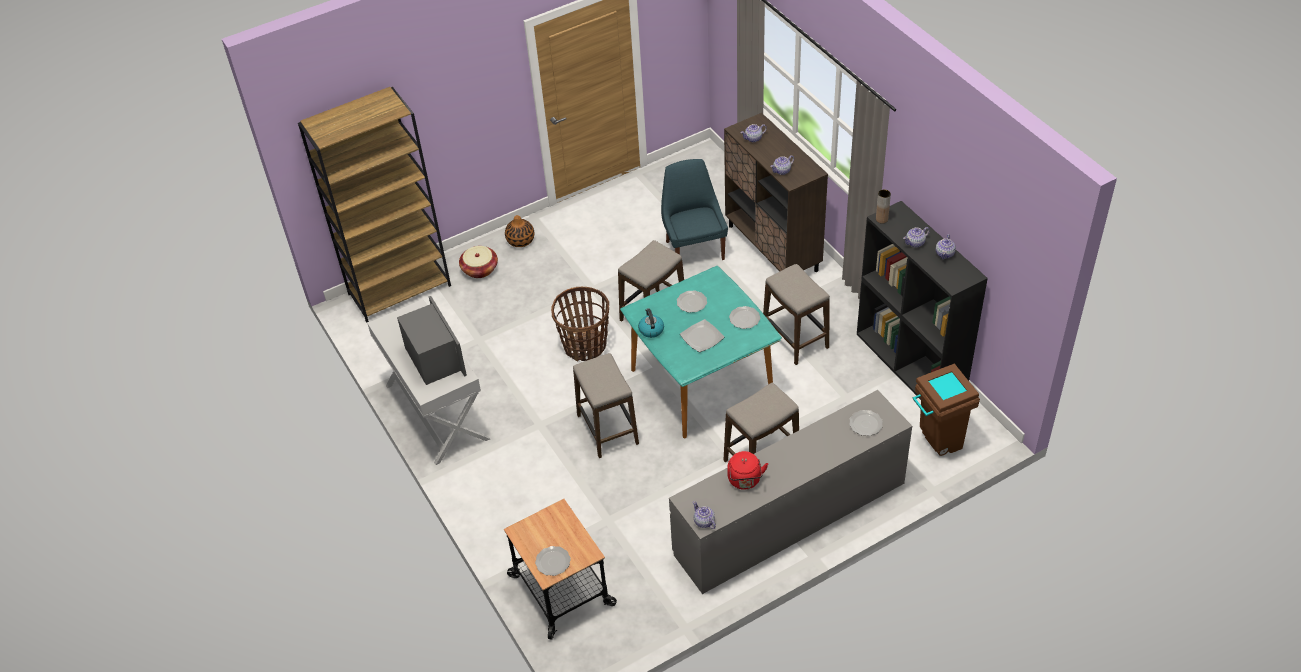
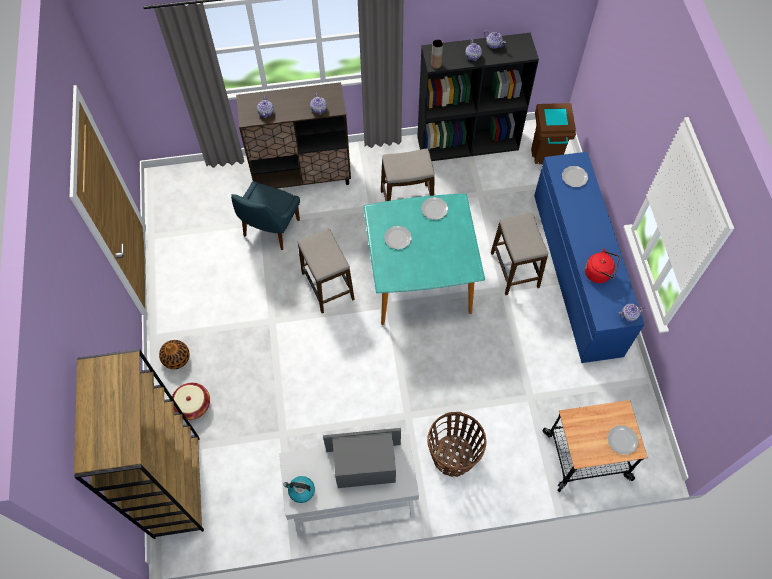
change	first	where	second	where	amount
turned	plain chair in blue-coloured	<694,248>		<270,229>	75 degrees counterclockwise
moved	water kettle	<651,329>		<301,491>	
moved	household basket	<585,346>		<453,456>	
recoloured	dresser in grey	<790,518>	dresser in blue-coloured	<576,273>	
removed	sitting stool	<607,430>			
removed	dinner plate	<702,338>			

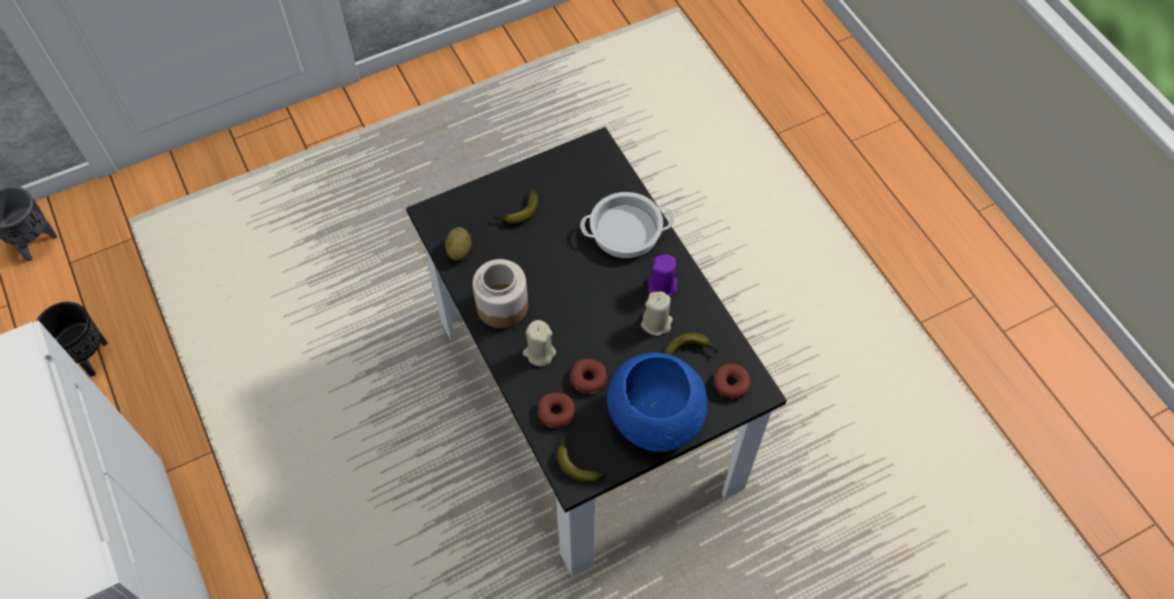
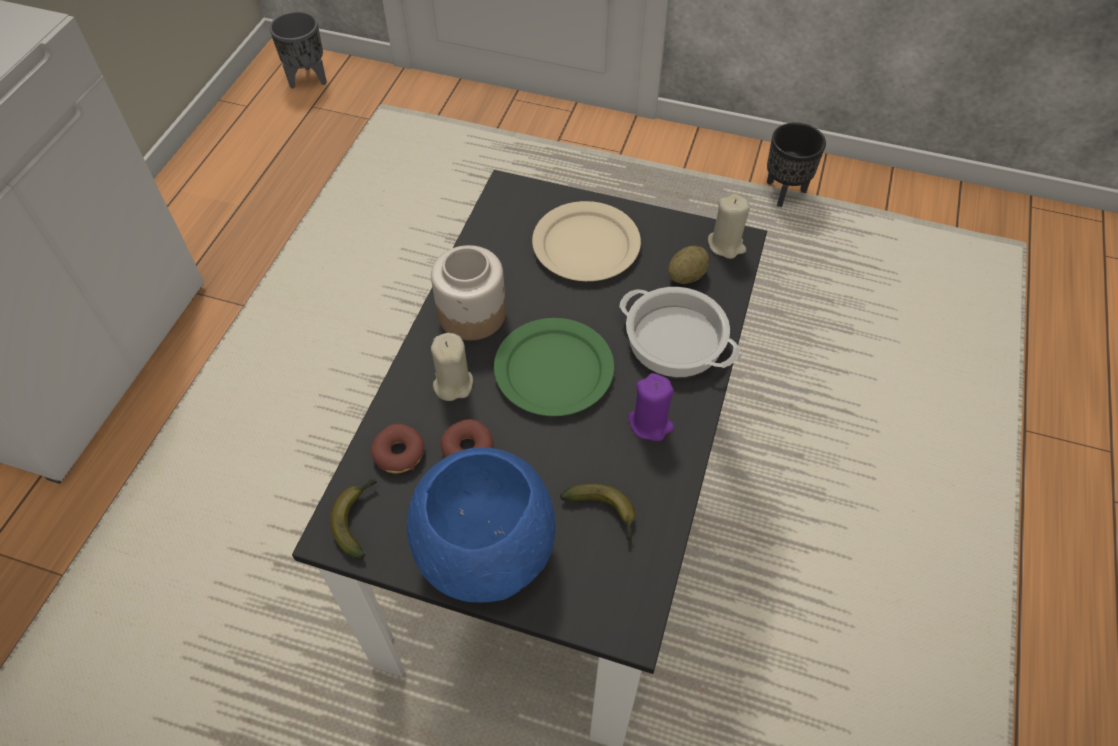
change	first	where	second	where	amount
added			dinner plate in green-coloured	<555,370>	
replaced	banana	<518,213>	dinner plate in beige	<587,245>	
moved	spud	<459,250>		<686,276>	
moved	wax light in beige	<656,323>		<726,245>	
moved	flower pot in black	<88,357>		<783,192>	
removed	donut	<731,384>			

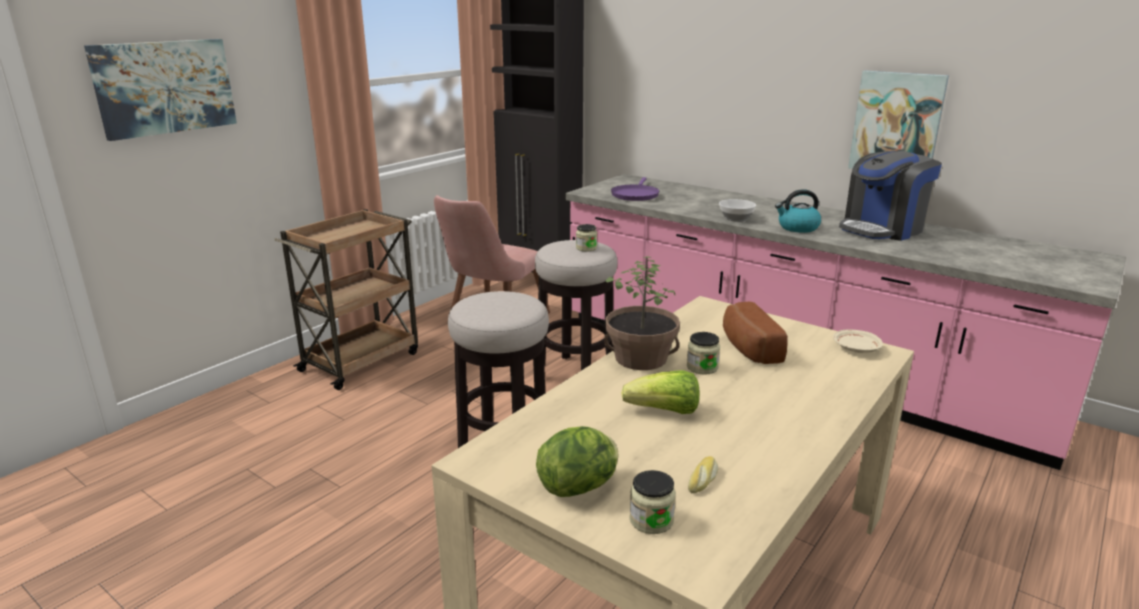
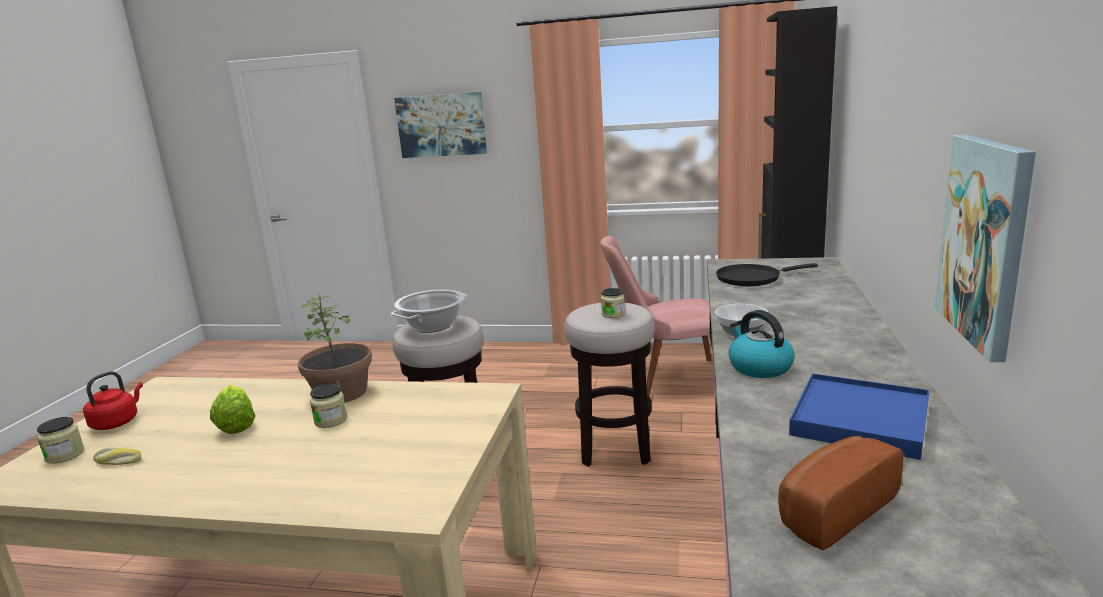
change	first	where	second	where	amount
replaced	head of lettuce	<579,487>	water kettle in reddish	<117,422>	
added			saucepot	<433,326>	
recoloured	frying pan in purple-coloured	<635,195>	frying pan in black	<752,278>	
moved	baked bread	<747,348>		<831,510>	
replaced	coffee machine	<882,229>	tray in blue-coloured	<860,420>	
removed	cart in brown	<361,361>			
removed	dinner plate in beige	<856,348>			

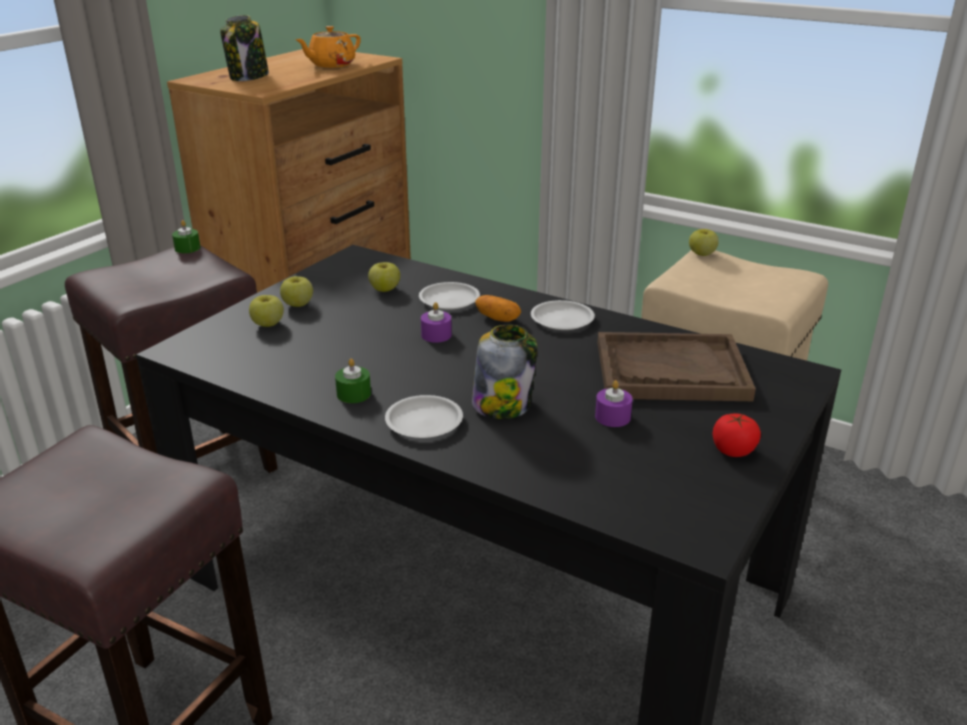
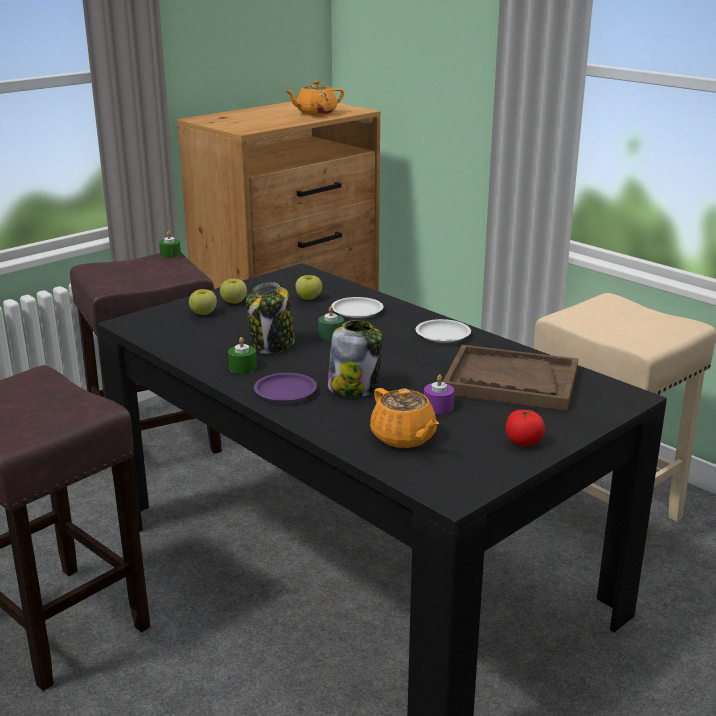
change	first	where	second	where	amount
moved	jar	<248,77>		<272,345>	
recoloured	dinner plate in white-coloured	<424,422>	dinner plate in purple-coloured	<286,392>	
recoloured	wax light in purple-coloured	<436,335>	wax light in green-coloured	<331,334>	
added			tea pot in orange-coloured	<404,438>	
removed	spud	<498,318>			
removed	apple fruit	<702,254>			

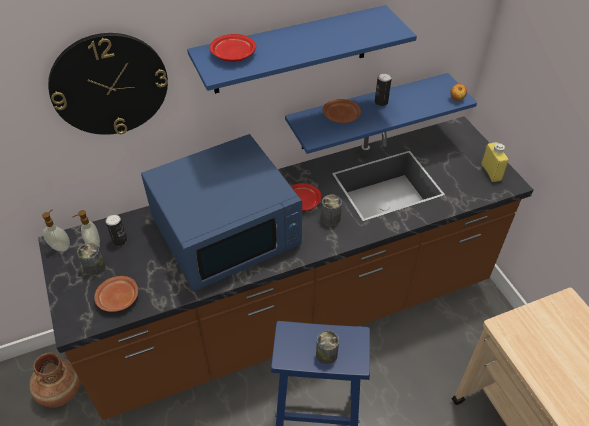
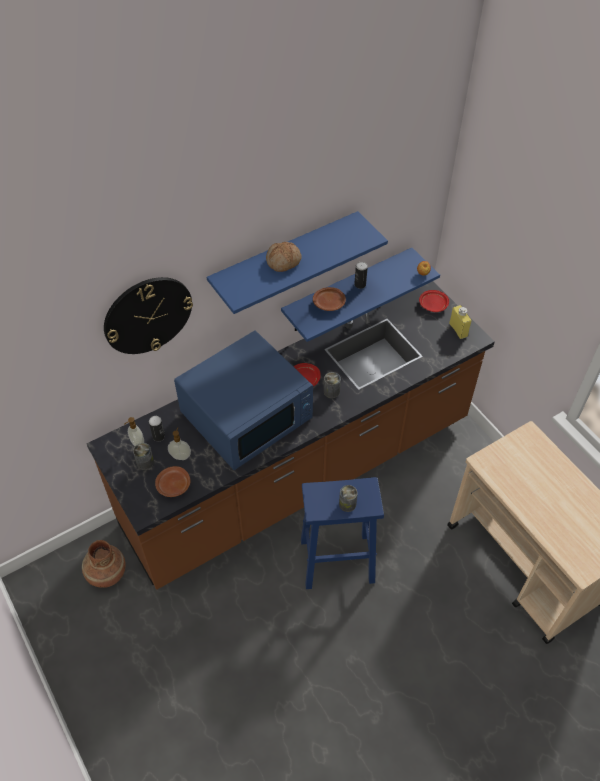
change	first	where	second	where	amount
moved	liquid soap bottle	<61,246>		<180,456>	
added			baked bread	<284,261>	
moved	dinner plate in reddish	<233,55>		<433,305>	

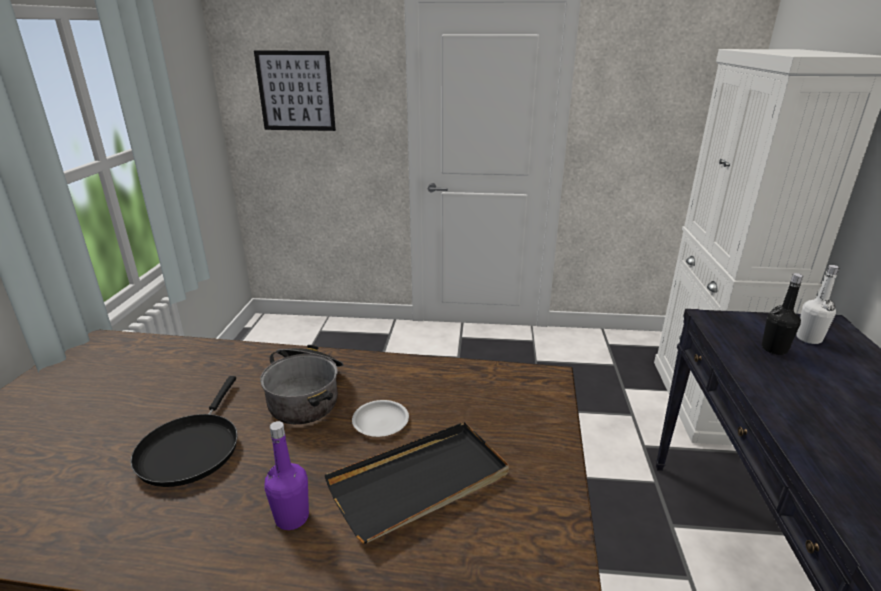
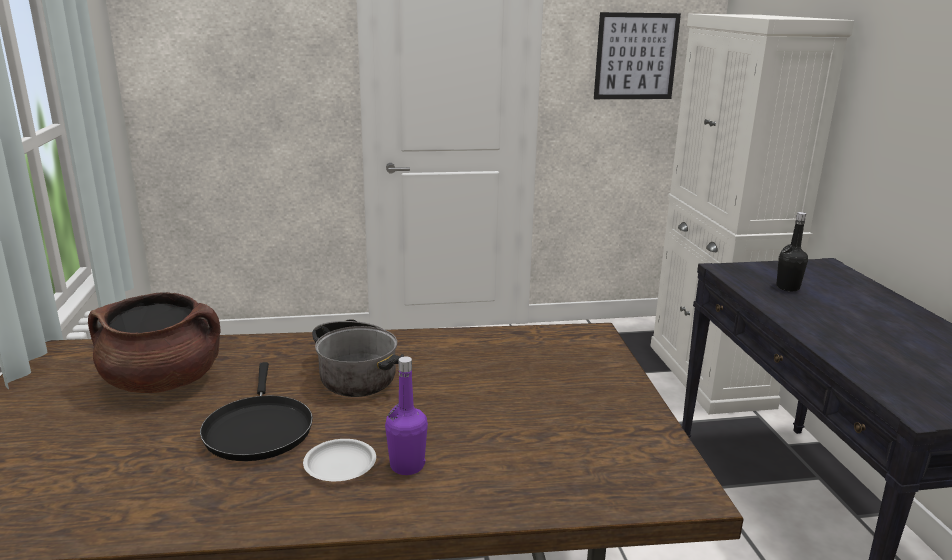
change	first	where	second	where	amount
added			saucepot in brown	<163,382>	
moved	dinner plate in white-coloured	<380,421>		<339,465>	
moved	wall picture	<296,91>		<636,56>	
removed	tray in black	<420,482>			
removed	drink bottle in white-coloured	<808,338>			

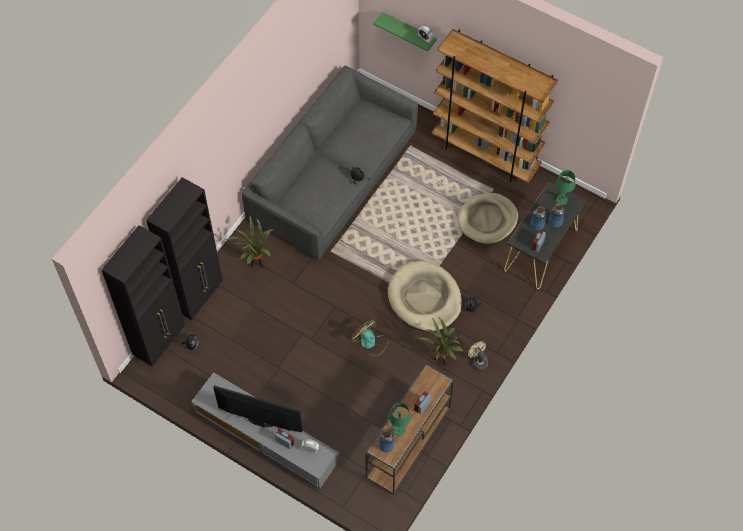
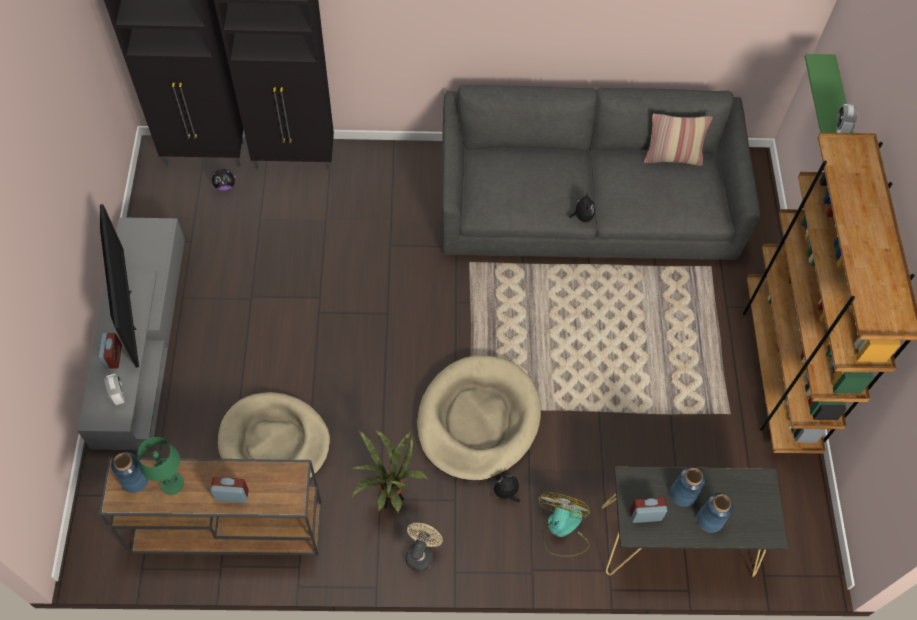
change	first	where	second	where	amount
moved	dog bed in beige	<487,220>		<274,442>	
moved	cooling fan	<371,343>		<562,530>	
added			pillow	<672,157>	
removed	plant in a pot	<256,263>			
removed	lamp for a table in green-coloured	<561,200>			

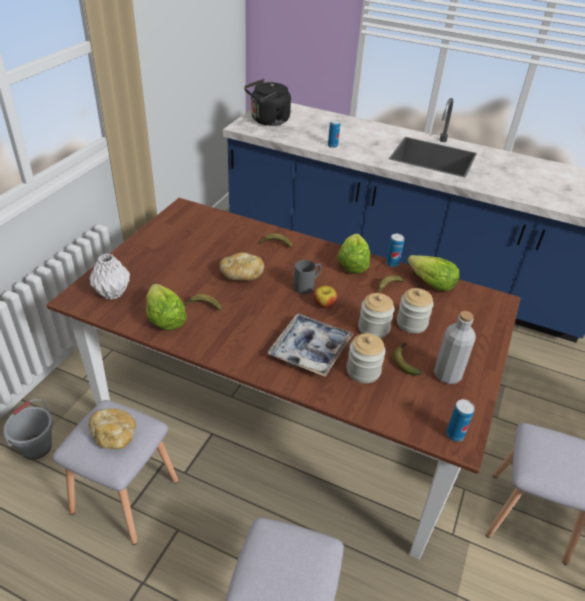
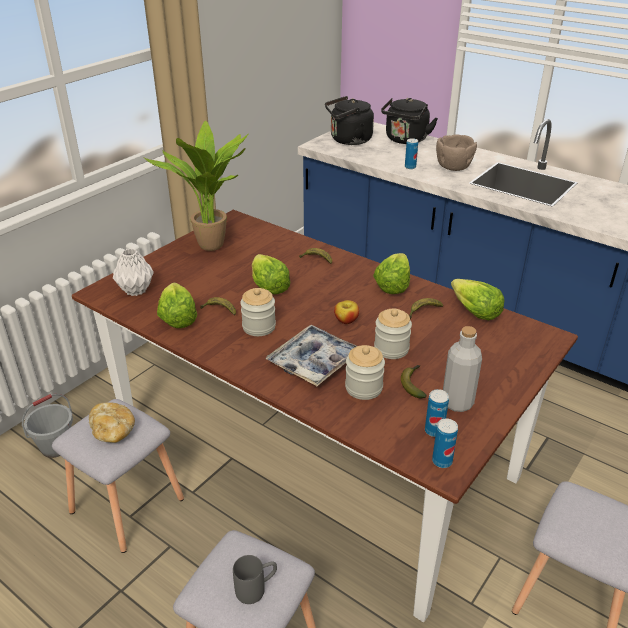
change	first	where	second	where	amount
added			plant in a pot	<215,247>	
moved	coffee mug in grey	<307,286>		<256,588>	
moved	jar	<411,323>		<259,327>	
replaced	baked bread	<241,275>	head of lettuce	<268,286>	
added			water kettle in black	<405,140>	
moved	metal can	<392,264>		<434,431>	
added			bowl in brown	<453,166>	

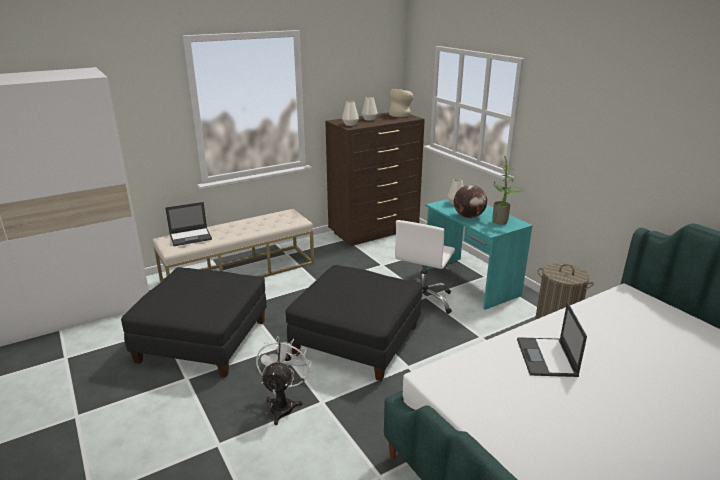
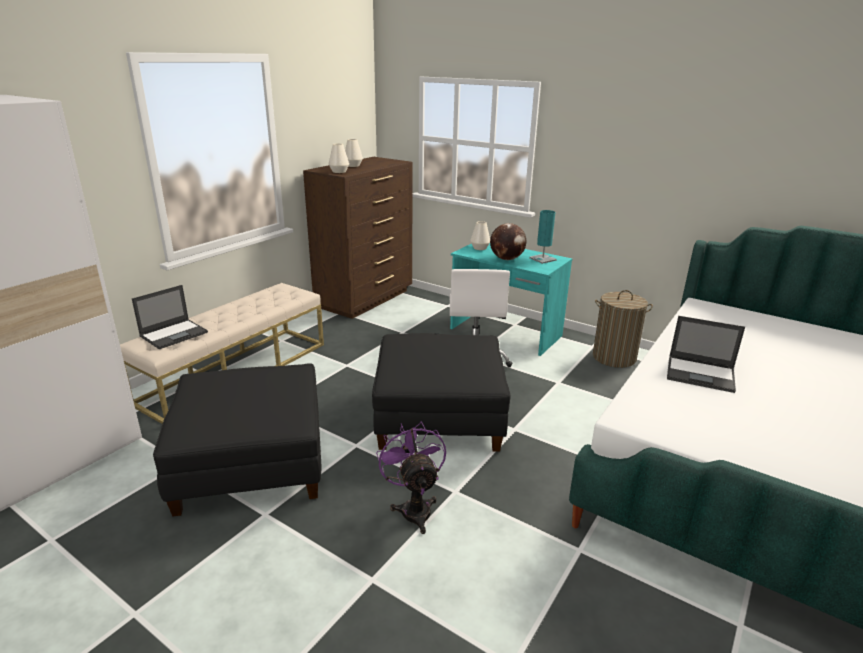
change	first	where	second	where	amount
recoloured	cooling fan in white-coloured	<283,404>	cooling fan in purple-coloured	<414,507>	
replaced	plant in a pot	<502,222>	lamp for a table in blue-green	<542,259>	
turned	laptop	<547,358>		<701,374>	45 degrees counterclockwise
removed	vase in beige	<400,114>			

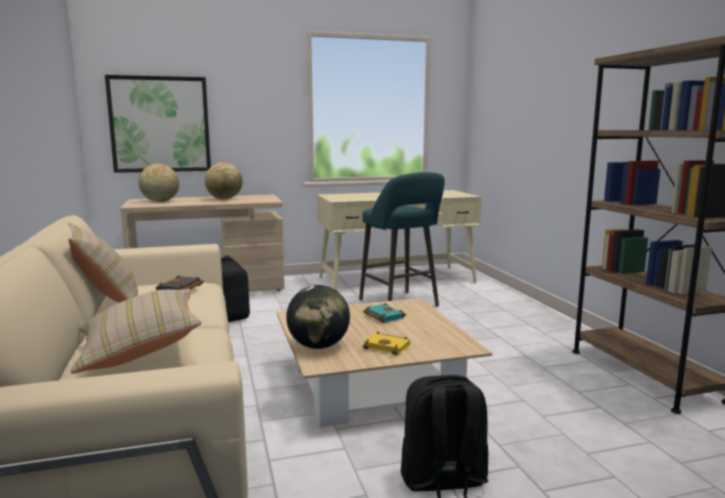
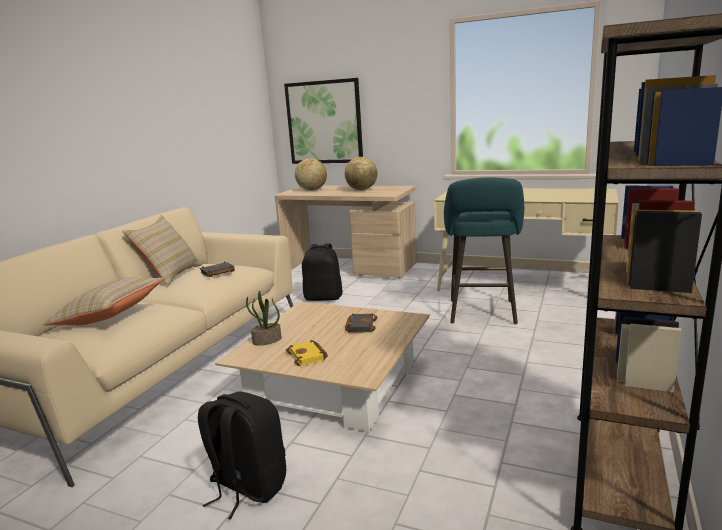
change	first	where	second	where	amount
replaced	globe	<318,346>	plant in a pot	<267,341>	
recoloured	volume in blue-green	<382,316>	volume in black	<360,326>	

